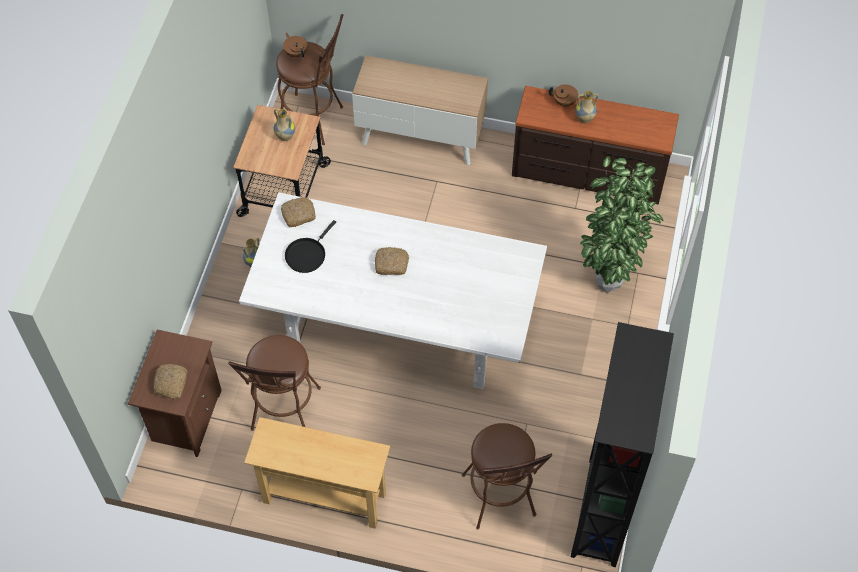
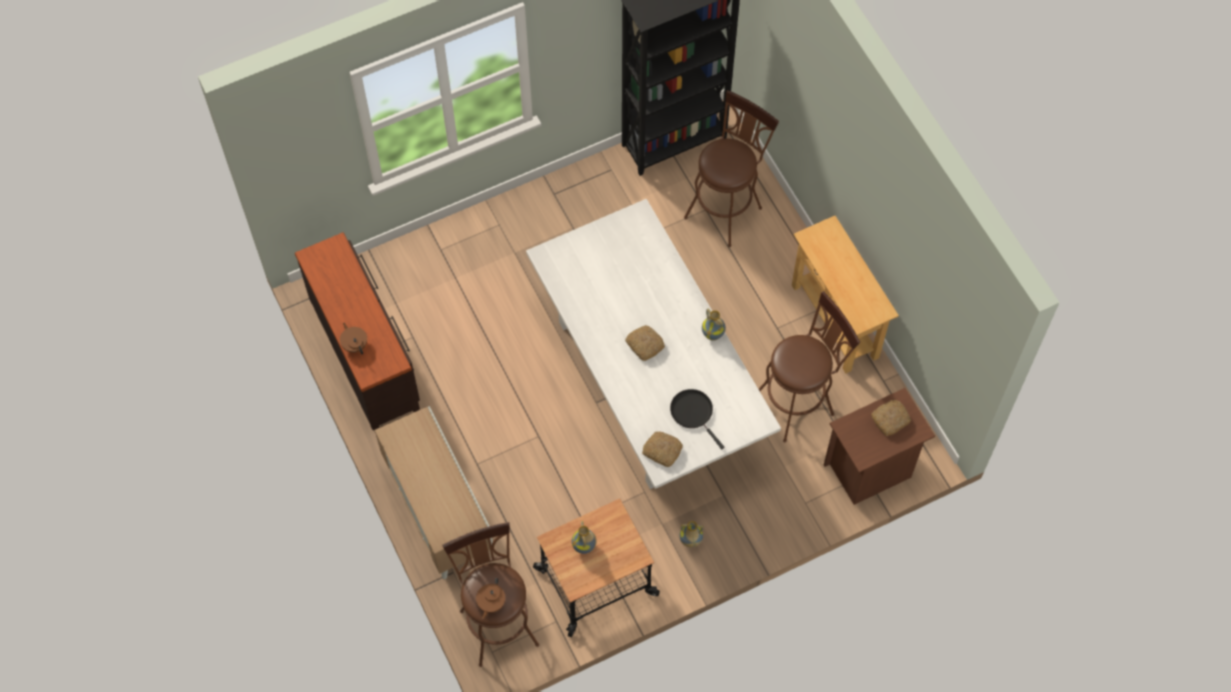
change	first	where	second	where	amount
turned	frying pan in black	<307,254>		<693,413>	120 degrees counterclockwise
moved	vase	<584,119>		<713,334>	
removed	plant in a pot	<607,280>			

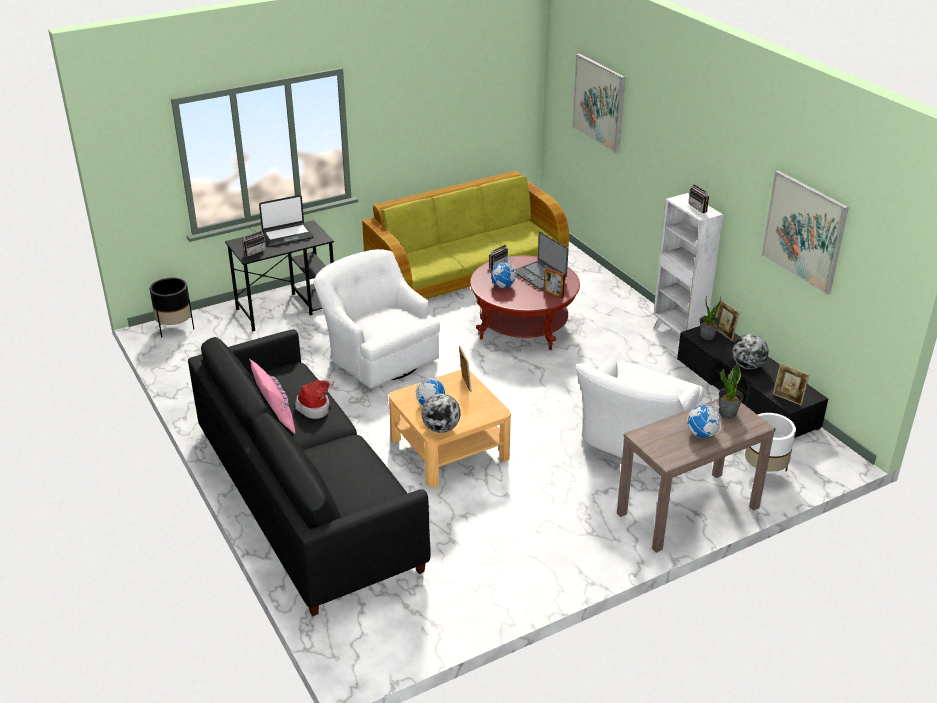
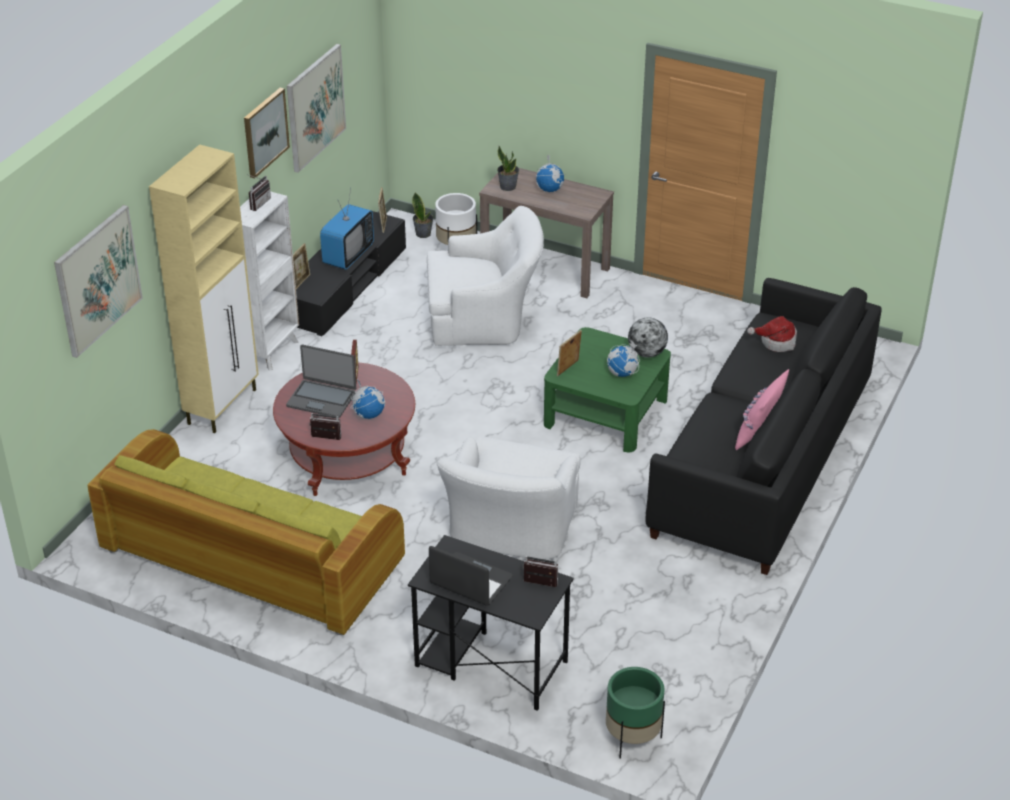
change	first	where	second	where	amount
added			storage cabinet in beige	<223,406>	
added			wall picture	<265,132>	
turned	laptop	<540,276>		<322,399>	90 degrees clockwise
replaced	globe	<747,366>	TV	<348,255>	
moved	plant in a pot	<707,336>		<423,234>	
recoloured	coffee table in beige	<448,448>	coffee table in green-coloured	<606,412>	
recoloured	flower pot in black	<175,328>	flower pot in green-coloured	<632,738>	
moved	hat	<315,406>		<776,342>	

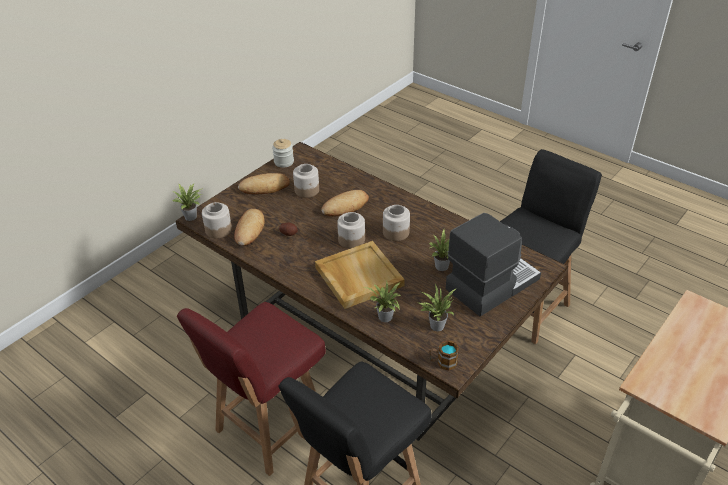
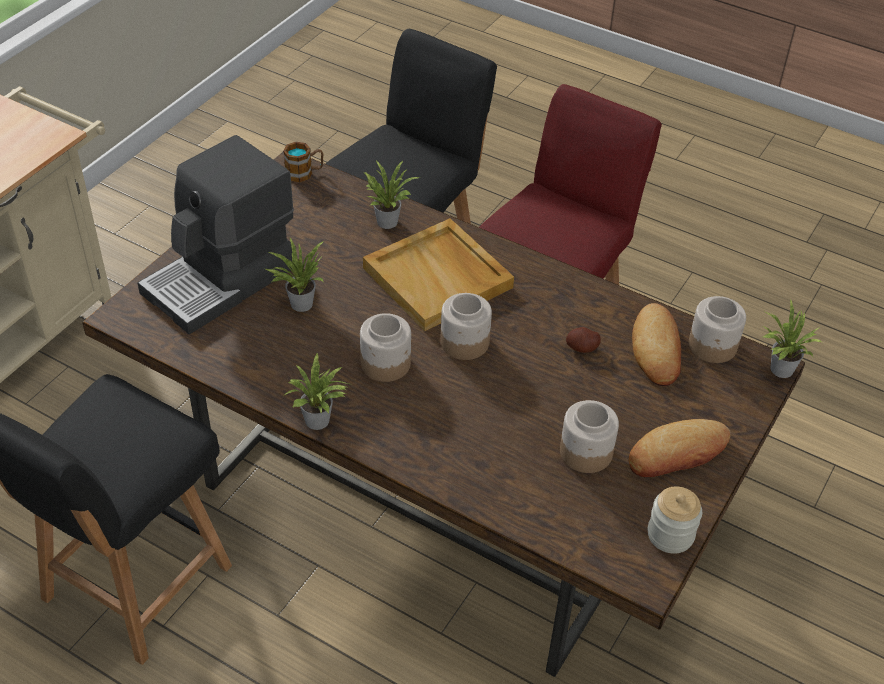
change	first	where	second	where	amount
moved	plant in a pot	<435,325>		<320,422>	
removed	baked bread	<345,206>			

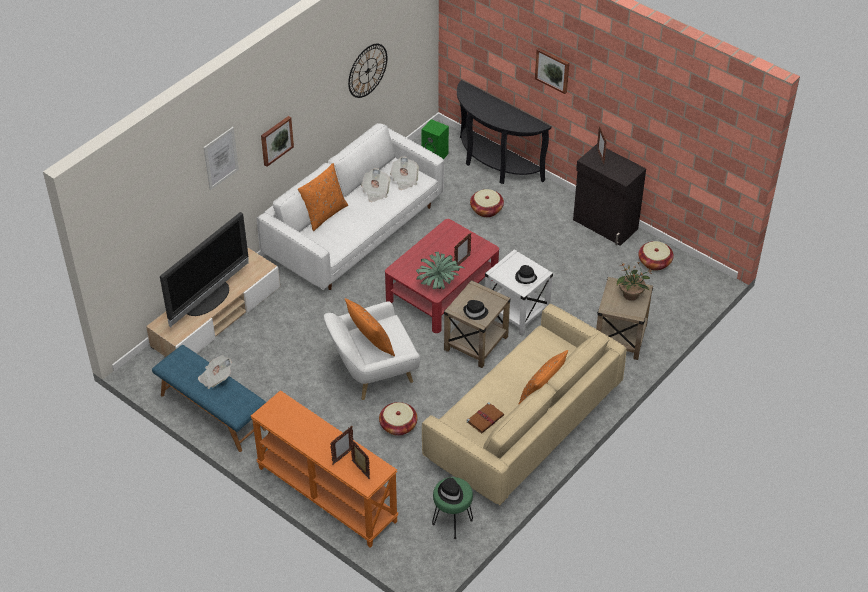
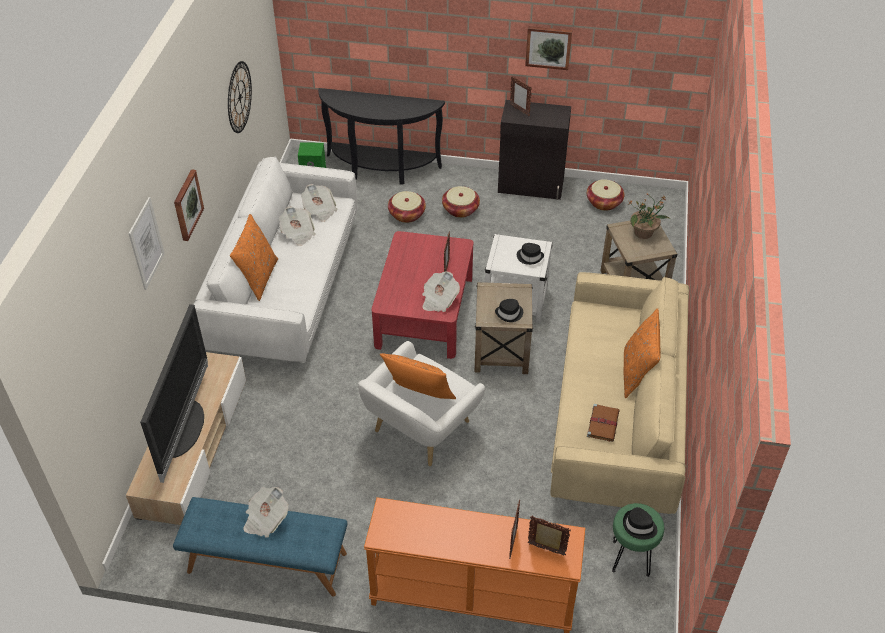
change	first	where	second	where	amount
replaced	plant in a pot	<438,282>	daily paper	<439,300>	
moved	household basket	<398,425>		<460,209>	
moved	wall picture	<552,70>		<548,47>	

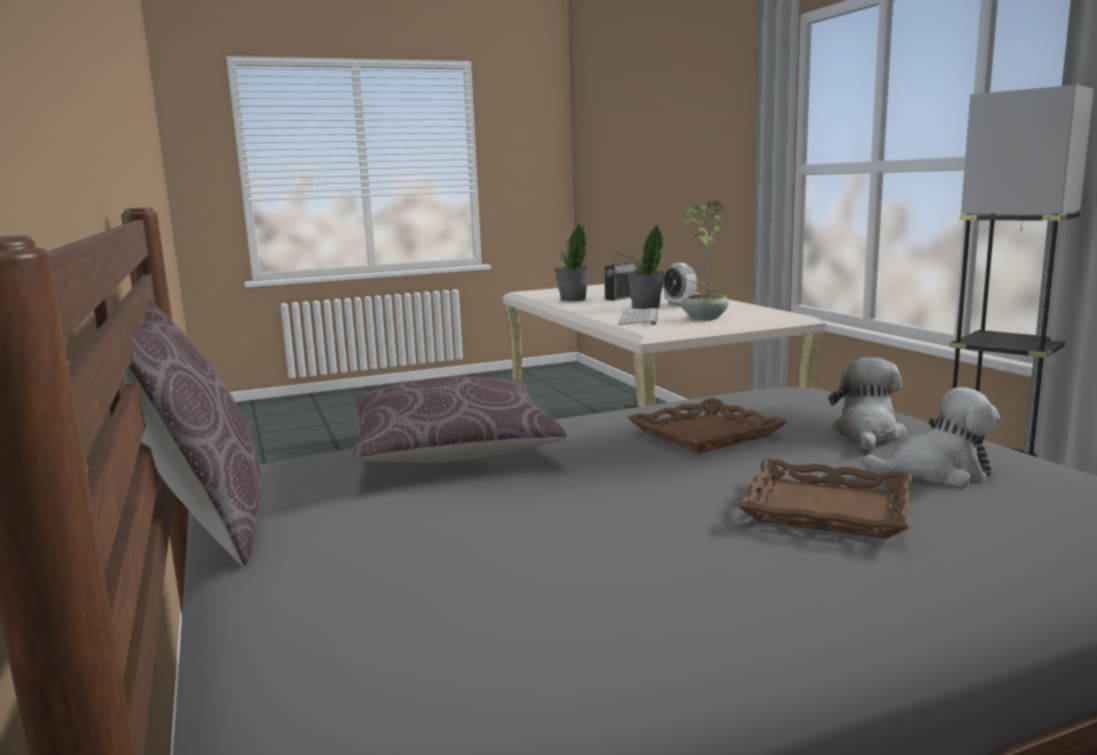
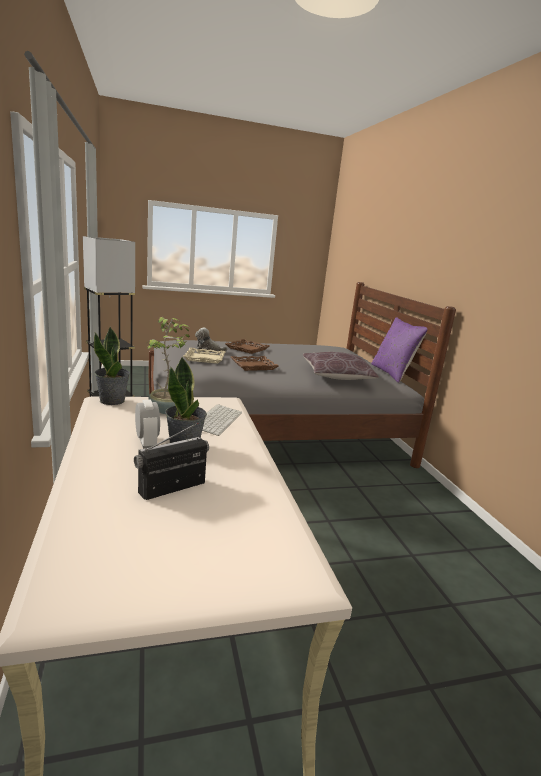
change	first	where	second	where	amount
moved	plant in a pot	<572,299>		<112,400>	
replaced	plush toy	<867,434>	tray in beige	<205,358>	
recoloured	pillow in brown	<205,523>	pillow in purple-coloured	<392,373>	

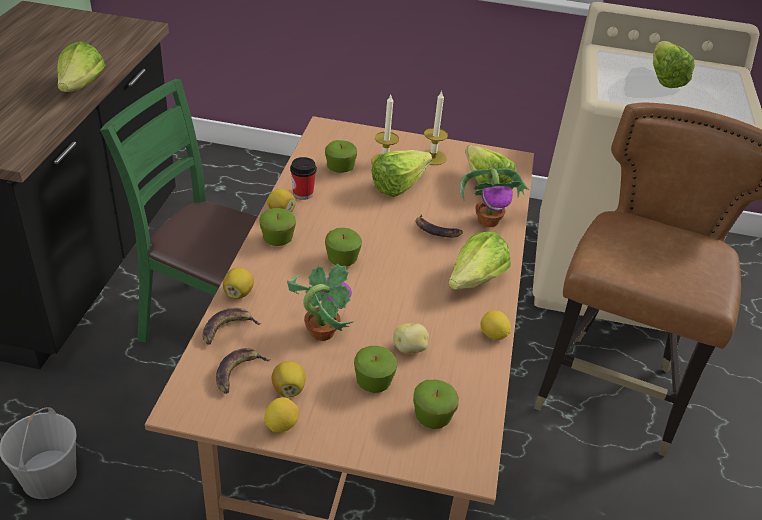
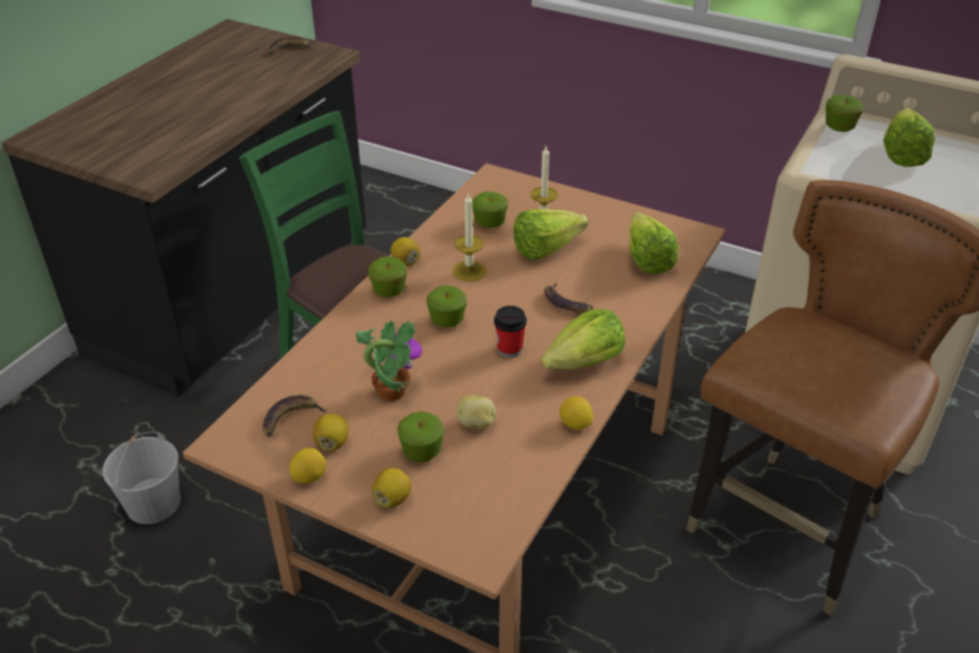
change	first	where	second	where	amount
moved	banana	<227,329>		<289,50>	
moved	citrus fruit	<238,293>		<392,499>	
moved	wax light	<432,157>		<469,271>	
moved	cup	<303,194>		<509,349>	
moved	apple fruit	<432,417>		<839,127>	
removed	head of lettuce	<81,87>			
removed	plant in a pot	<488,220>			

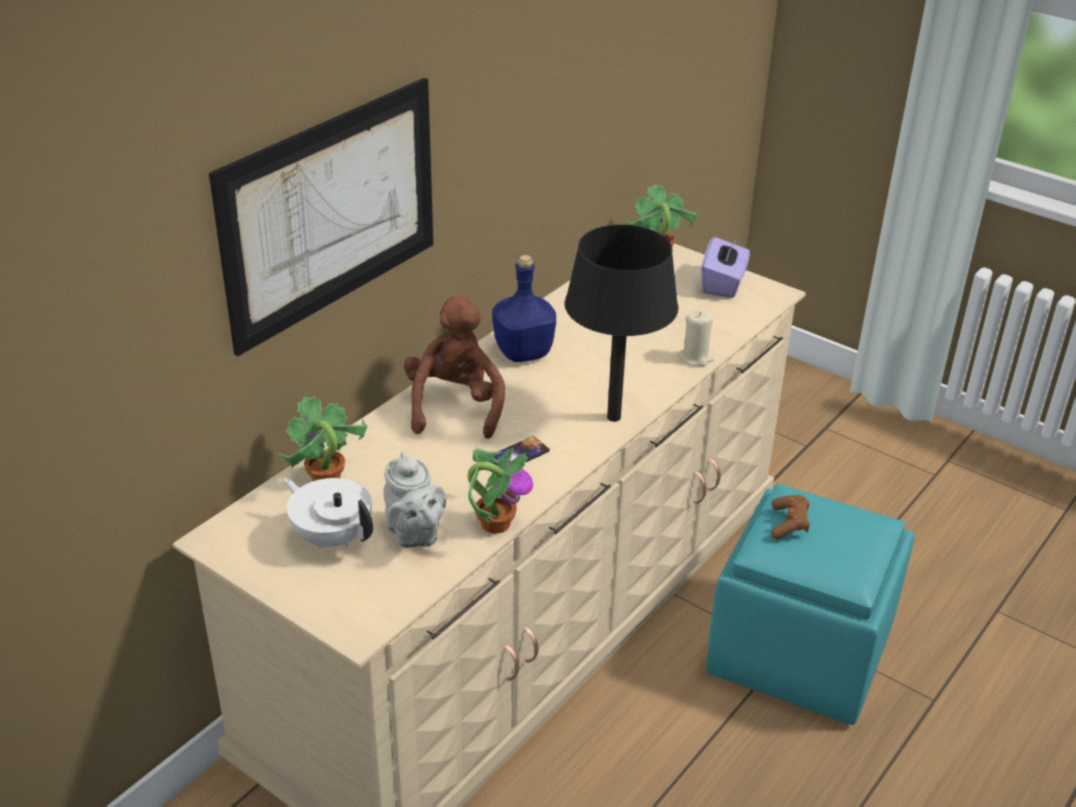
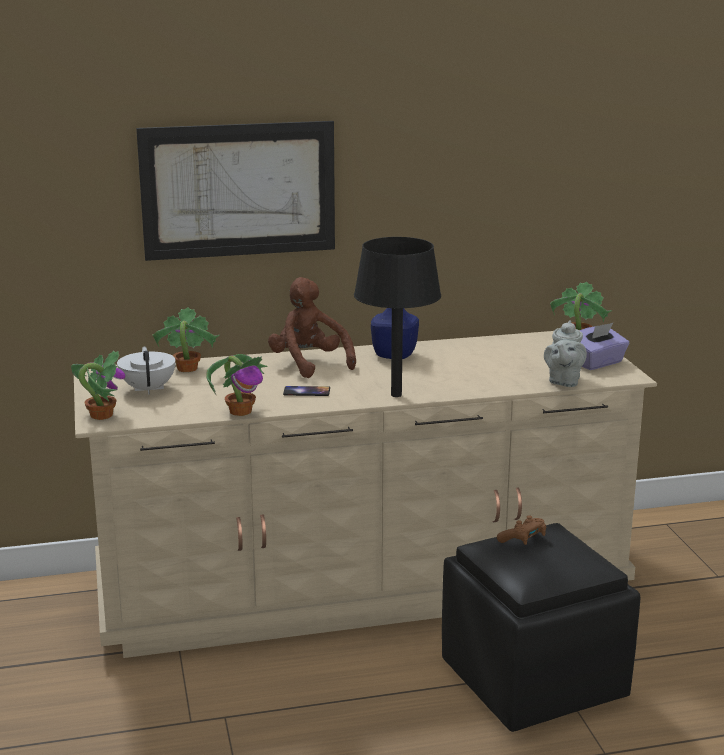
change	first	where	second	where	amount
added			plant in a pot	<100,415>	
turned	plush toy in brown	<455,407>		<309,364>	75 degrees counterclockwise
recoloured	footrest in blue-green	<798,650>	footrest in black	<533,679>	
moved	tea pot in grey	<414,534>		<563,381>	
removed	wax light in beige	<696,358>			

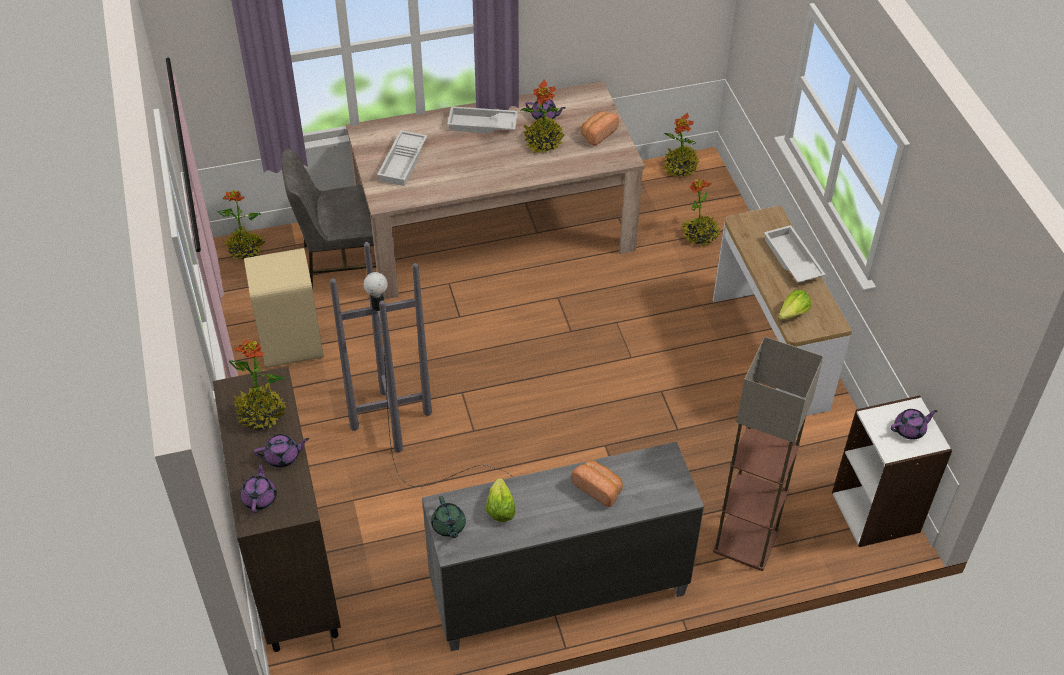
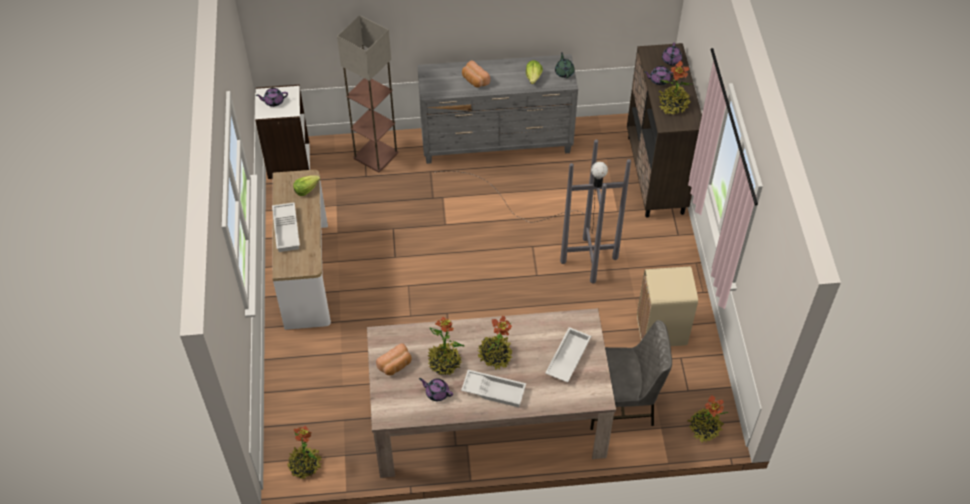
change	first	where	second	where	amount
moved	plant in a pot	<700,235>		<495,356>	

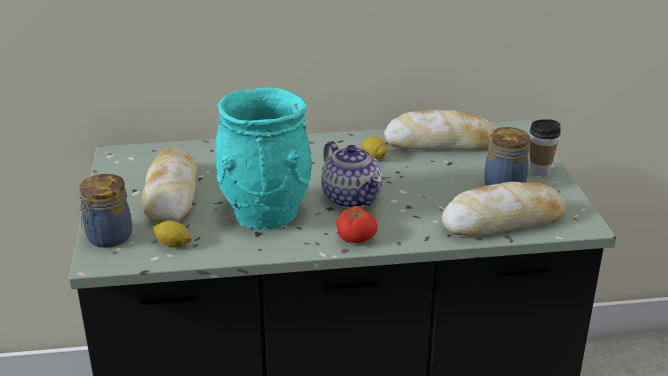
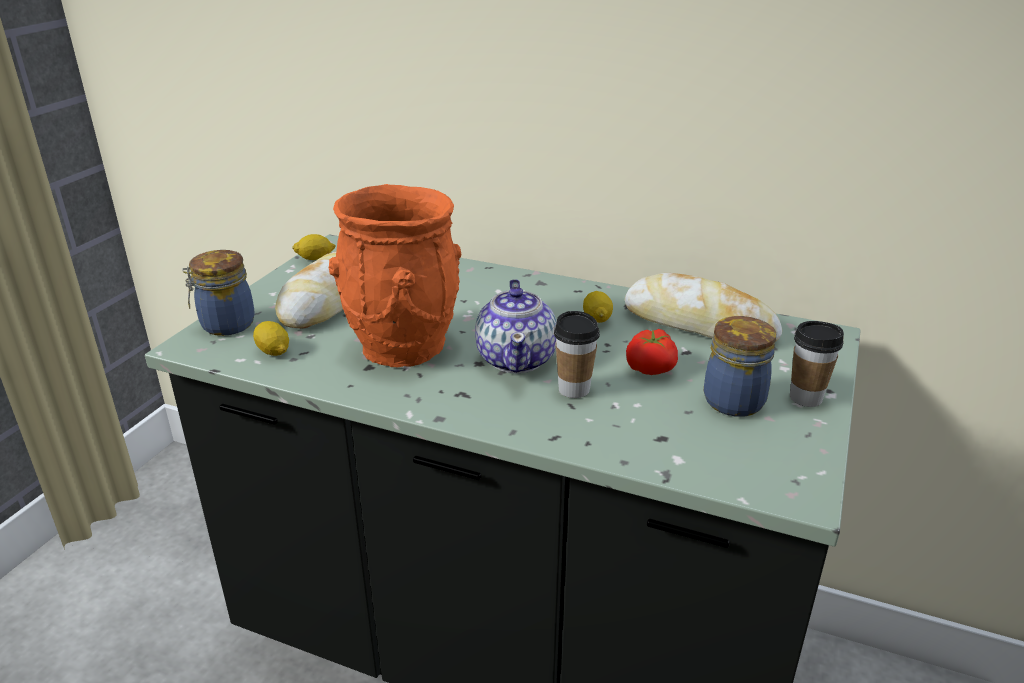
change	first	where	second	where	amount
added			citrus fruit	<315,258>	
recoloured	vase in blue-green	<266,214>	vase in orange-coloured	<402,348>	
added			cup	<574,389>	
moved	fresh tomato	<356,237>		<651,368>	
removed	baked bread	<503,221>			

